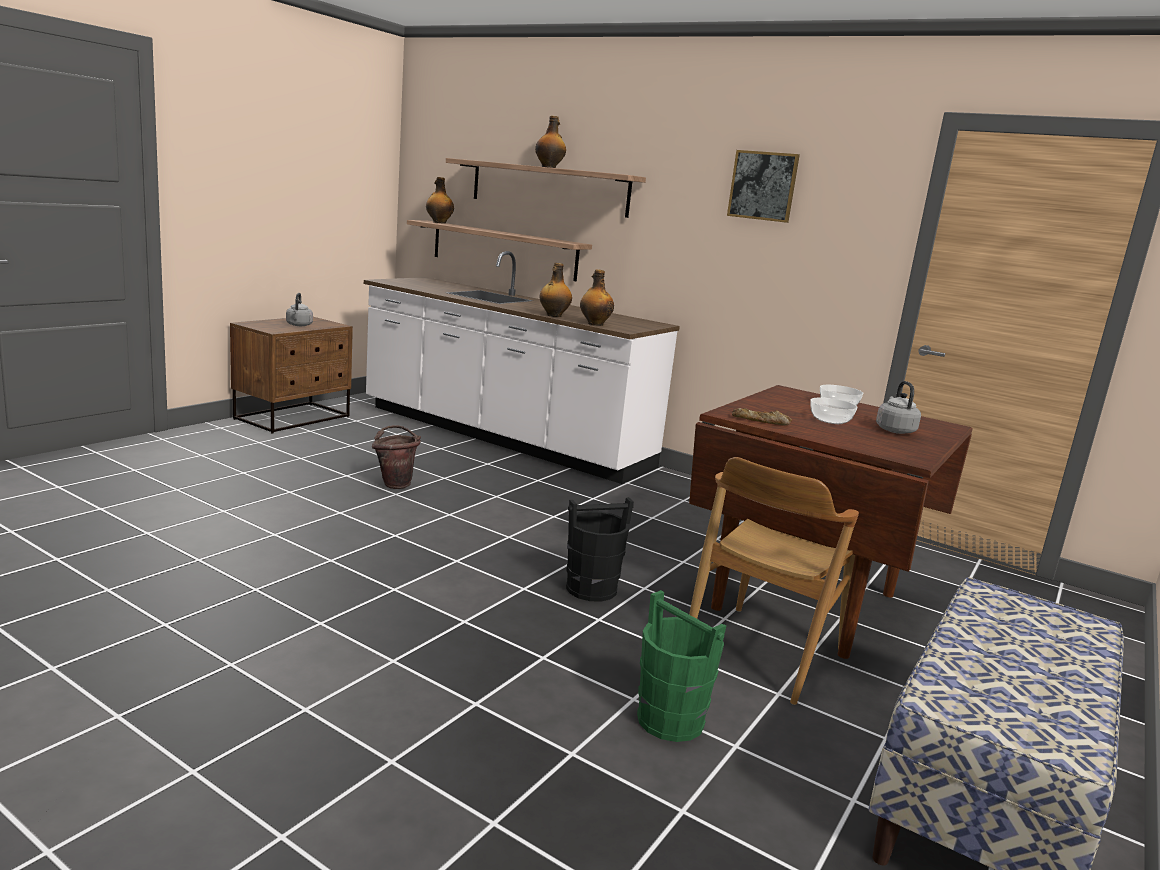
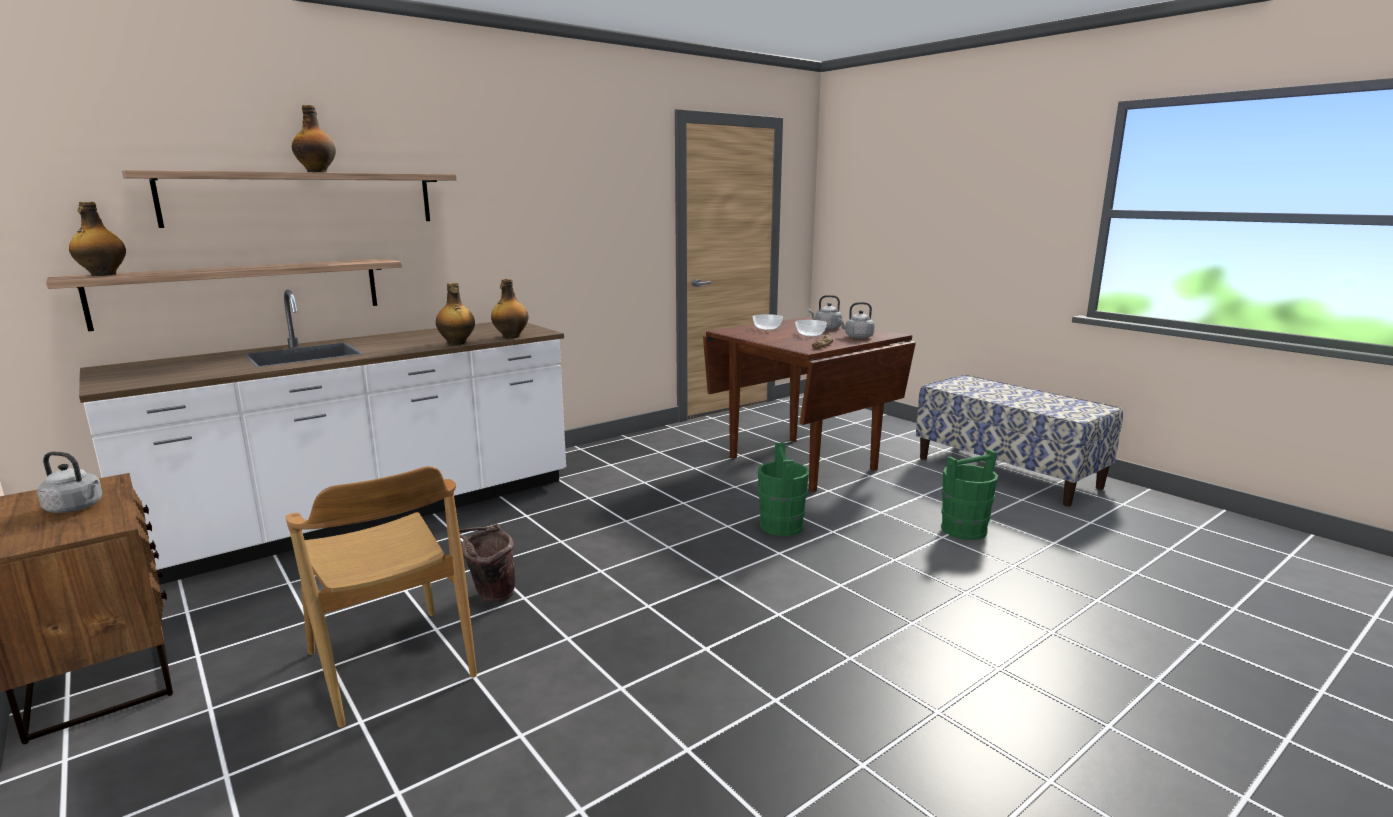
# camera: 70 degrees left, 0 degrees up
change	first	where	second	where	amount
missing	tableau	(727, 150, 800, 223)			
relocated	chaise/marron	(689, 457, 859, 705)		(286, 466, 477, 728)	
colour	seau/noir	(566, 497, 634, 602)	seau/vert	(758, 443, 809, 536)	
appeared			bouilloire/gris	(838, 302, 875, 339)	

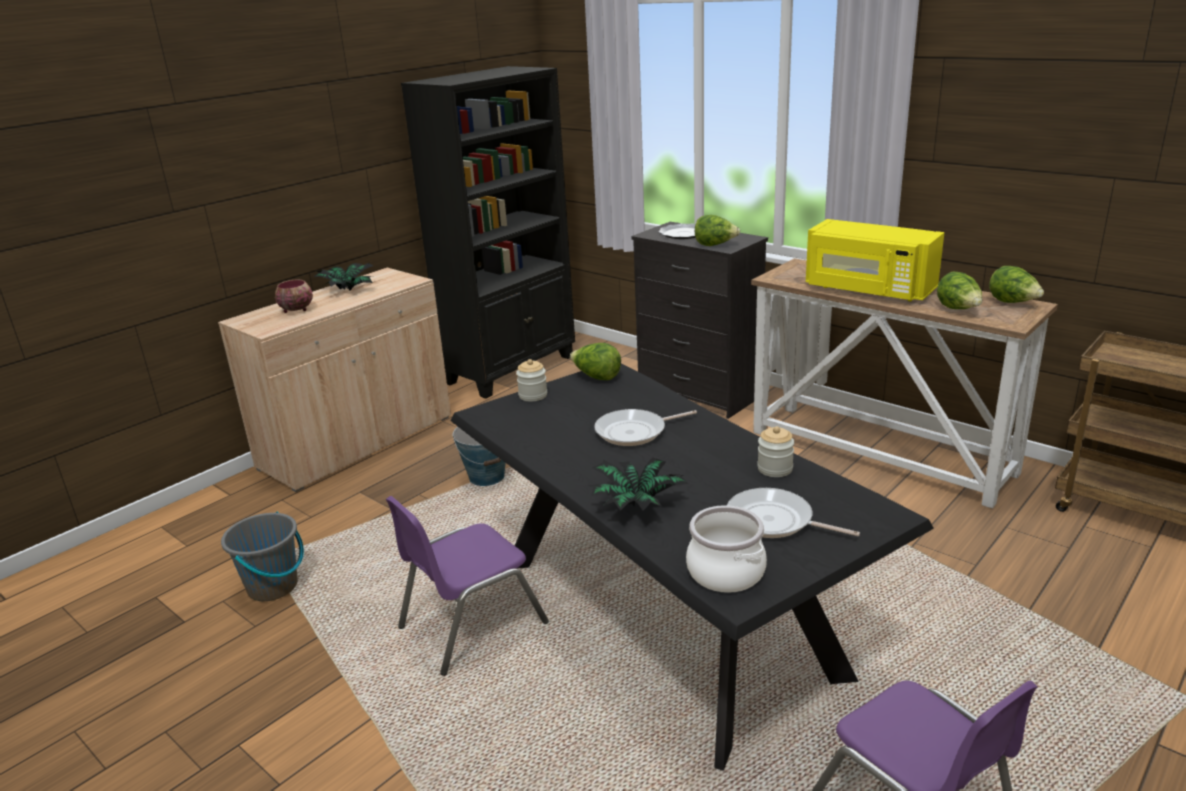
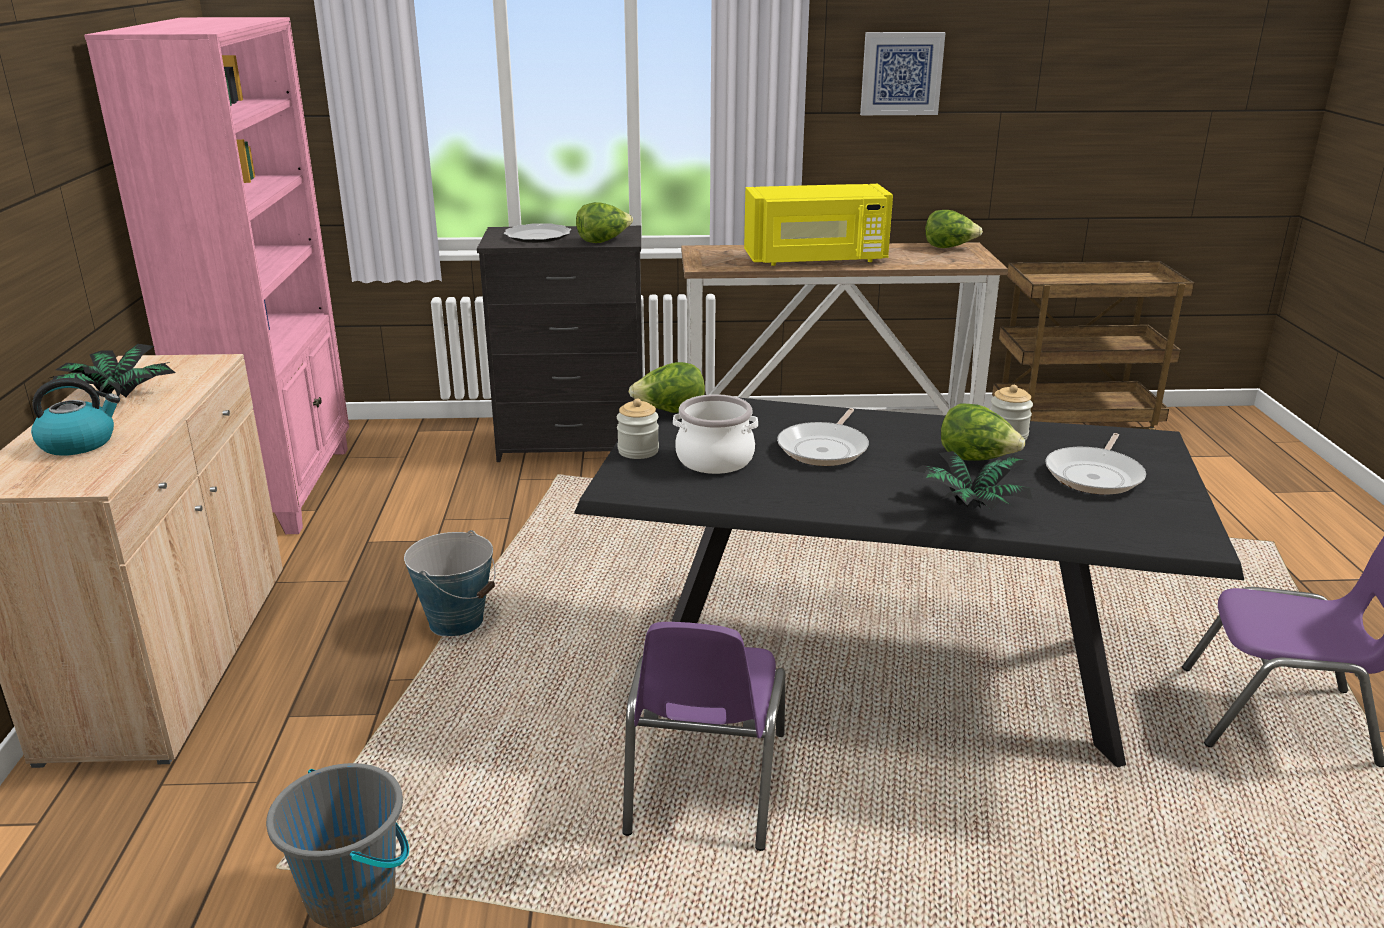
# camera: 45 degrees left, 0 degrees up
change	first	where	second	where	amount
colour	bibliothèque/noir	(401, 66, 575, 399)	bibliothèque/rose	(84, 17, 349, 534)	
relocated	laitue	(937, 272, 982, 309)		(941, 403, 1025, 461)	
exchanged	bol	(275, 280, 313, 313)	bouilloire	(31, 378, 120, 456)	
spun	poêle	(727, 488, 860, 538)		(1045, 433, 1146, 495)	45 degrees counterclockwise
relocated	marmite	(686, 505, 767, 593)		(673, 394, 758, 474)	
appeared			tableau	(860, 32, 946, 115)	

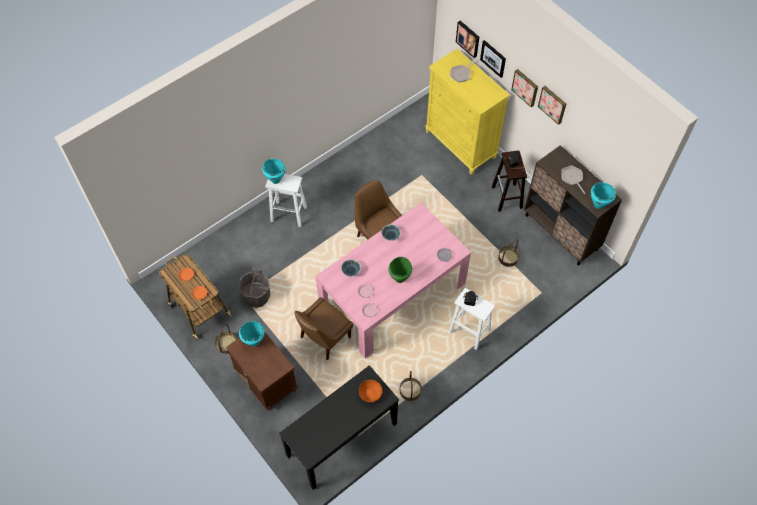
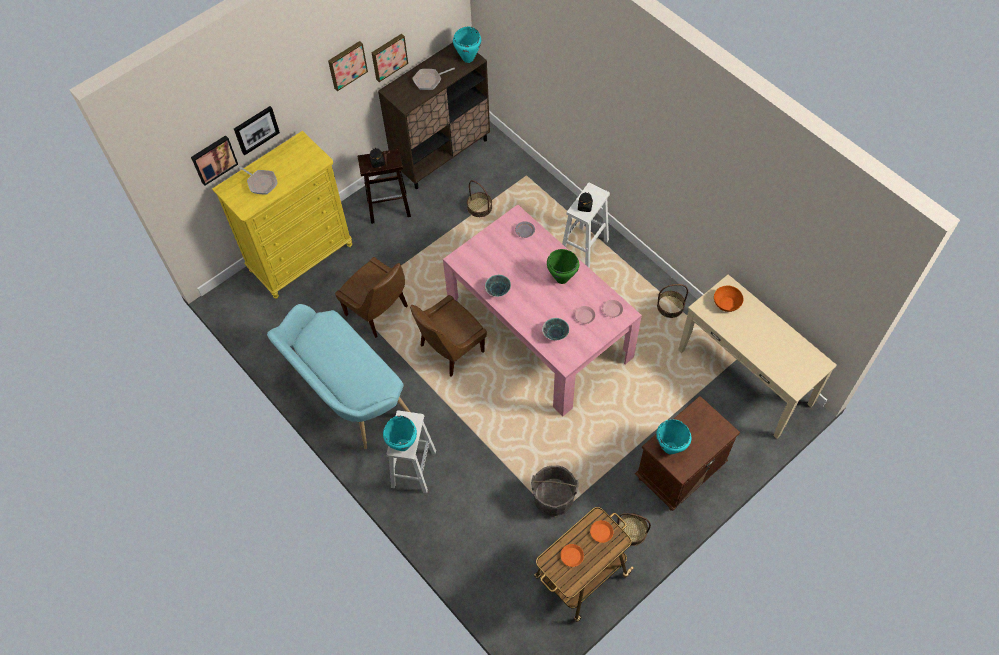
# camera: 90 degrees left, 0 degrees up
change	first	where	second	where	amount
relocated	tableau	(511, 69, 538, 107)		(371, 34, 408, 82)	
relocated	chaise/marron	(294, 297, 353, 360)		(335, 257, 408, 338)	
colour	table console/noir	(279, 365, 399, 490)	table console/beige	(678, 274, 837, 439)	
appeared			banc/turquoise	(267, 304, 410, 449)	

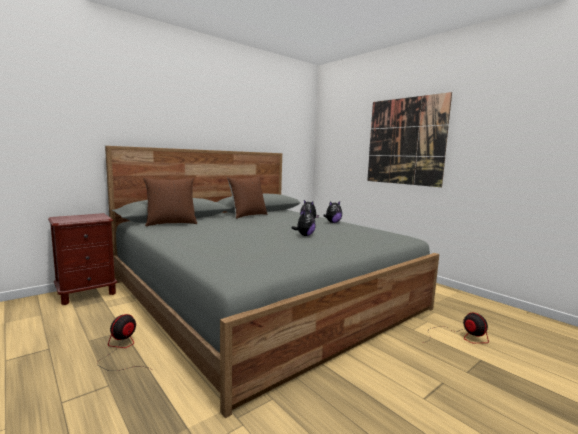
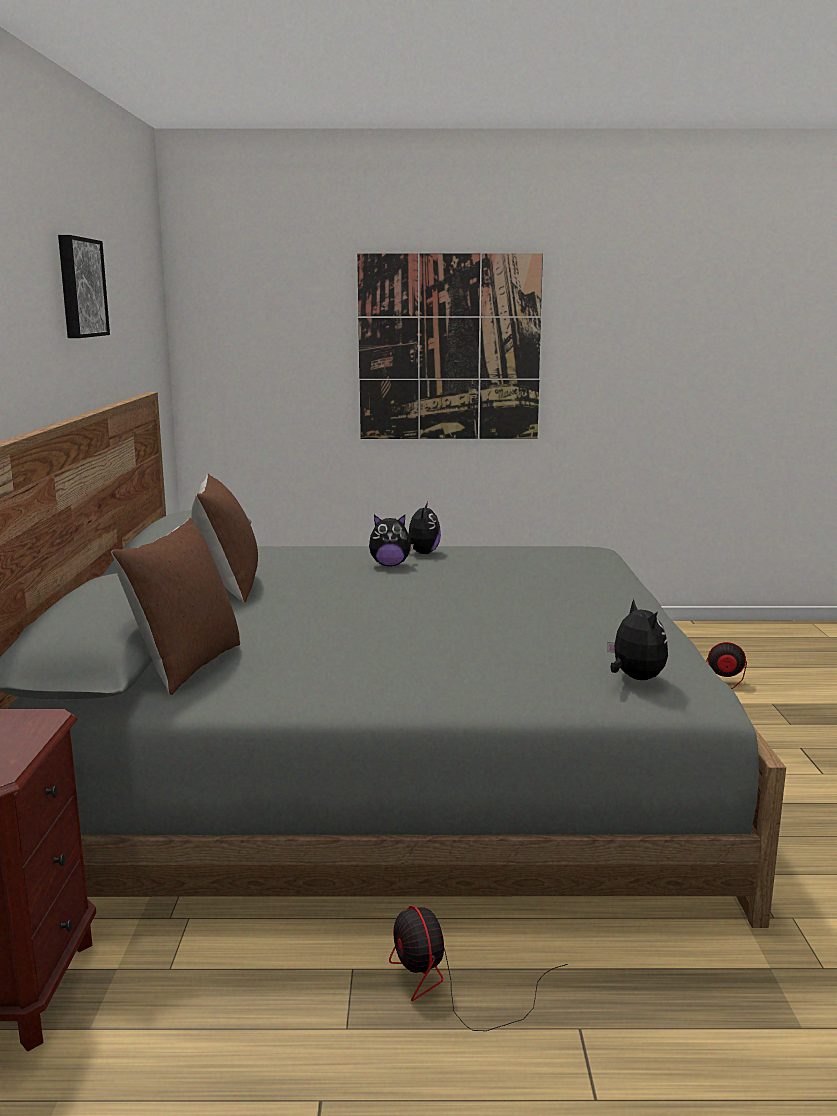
# camera: 50 degrees left, 5 degrees up
change	first	where	second	where	amount
relocated	peluche	(292, 210, 316, 236)		(607, 599, 668, 680)	
appeared			tableau	(58, 235, 110, 338)	

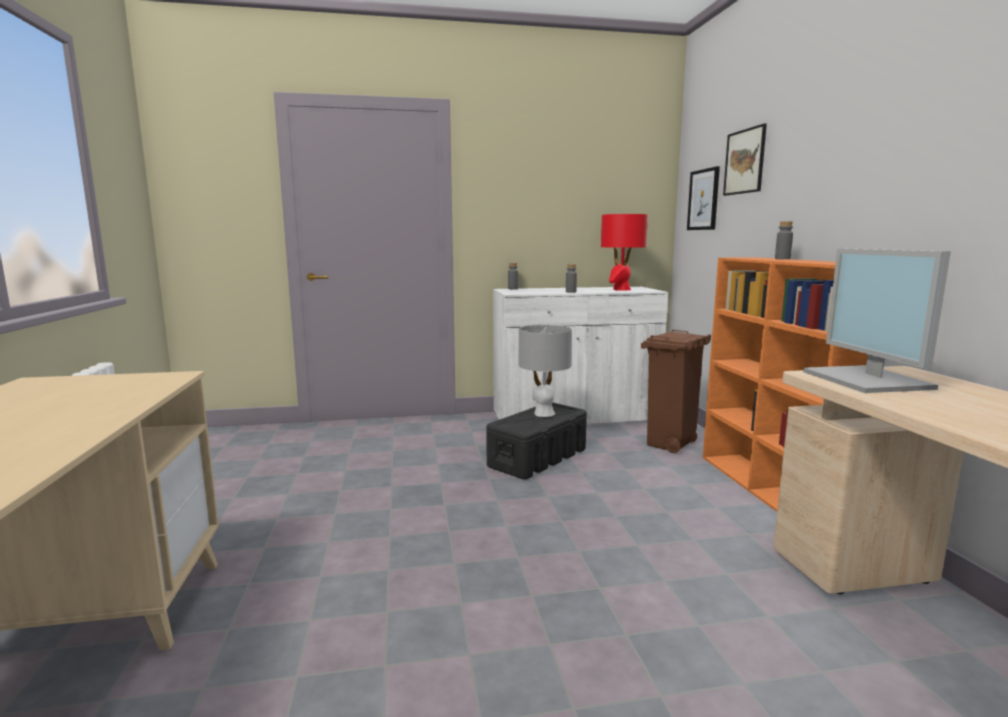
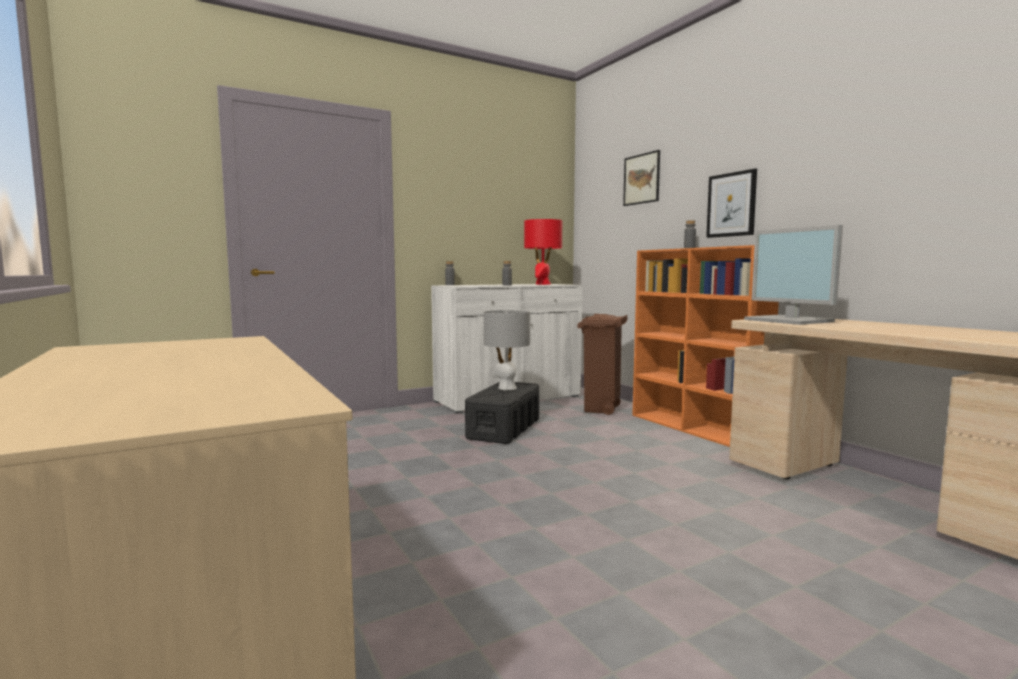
# camera: 20 degrees left, 5 degrees down
change	first	where	second	where	amount
relocated	tableau	(687, 166, 720, 230)		(706, 169, 757, 238)	

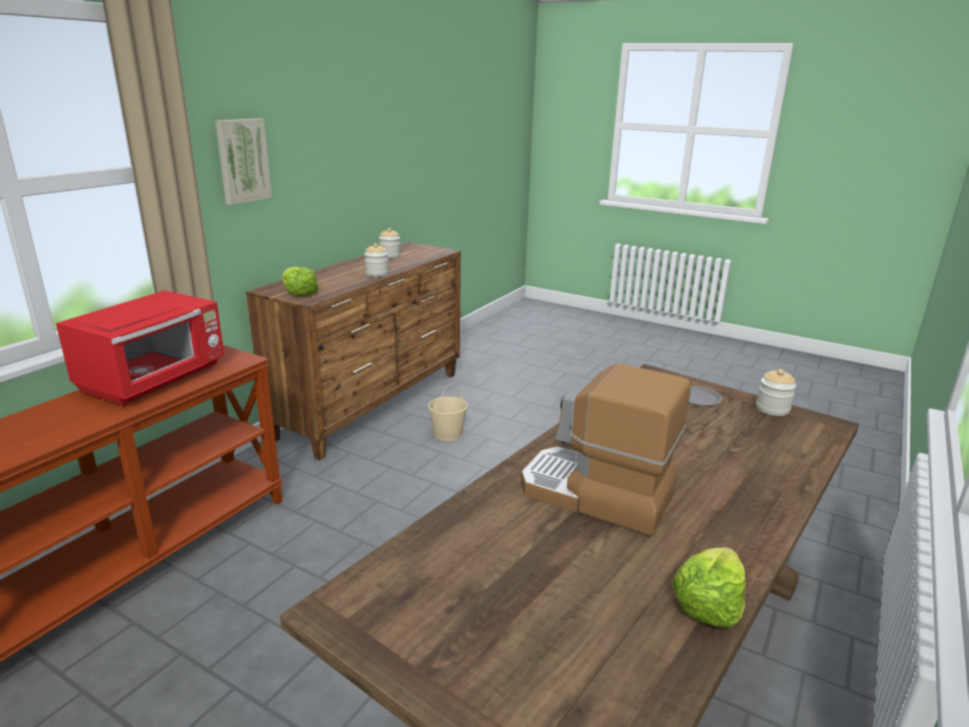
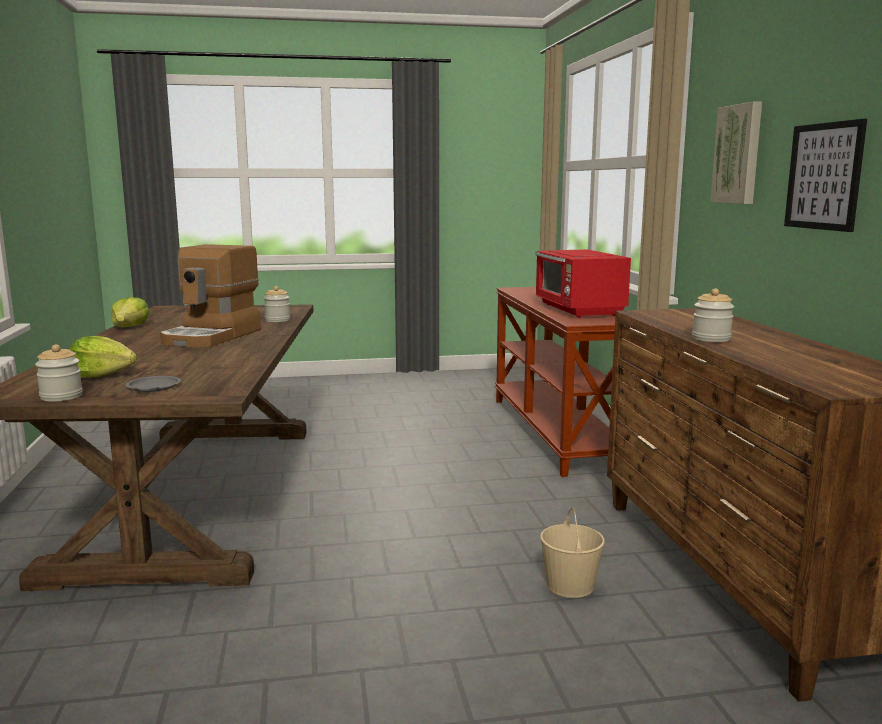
# camera: 140 degrees right, 10 degrees down
change	first	where	second	where	amount
relocated	bocal	(379, 228, 400, 259)		(264, 286, 290, 322)	
relocated	laitue	(282, 267, 319, 297)		(69, 336, 137, 378)	
spun	machine à café	(521, 363, 691, 536)		(160, 244, 261, 348)	120 degrees clockwise
appeared			tableau	(784, 119, 867, 232)	

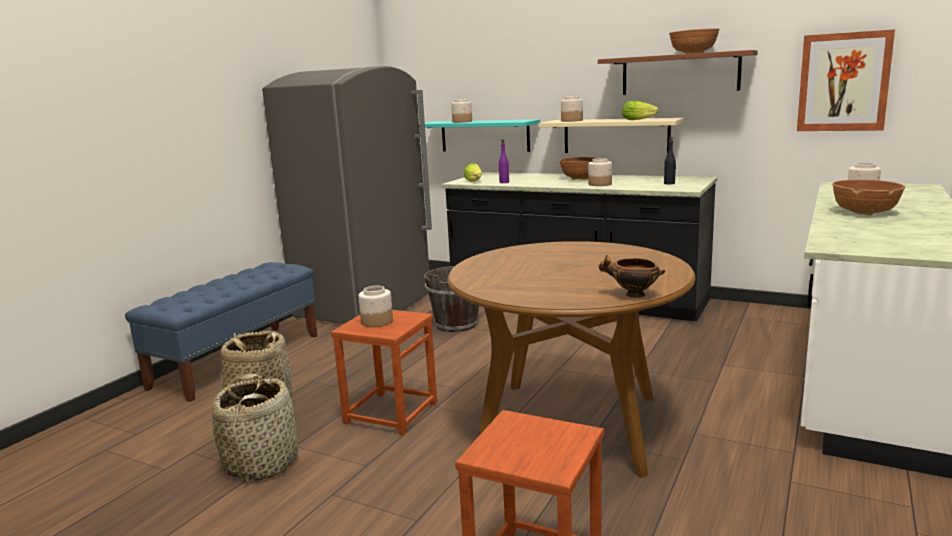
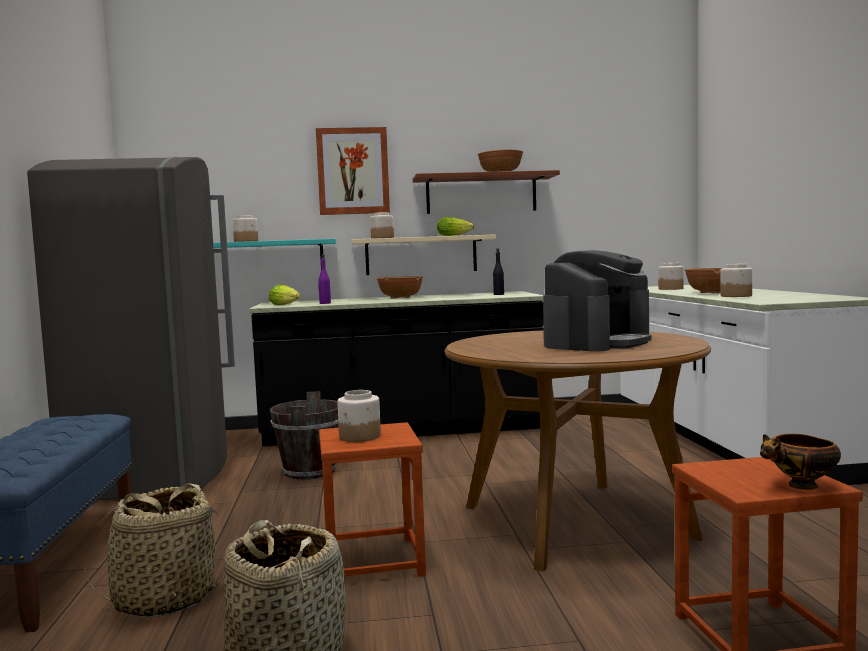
# camera: 35 degrees left, 10 degrees down
change	first	where	second	where	amount
relocated	tableau	(797, 29, 895, 131)		(316, 127, 390, 215)	
relocated	bocal	(588, 158, 612, 186)		(720, 264, 752, 297)	
relocated	bol	(598, 255, 665, 298)		(760, 434, 841, 490)	
appeared			machine à café	(543, 250, 652, 352)	

